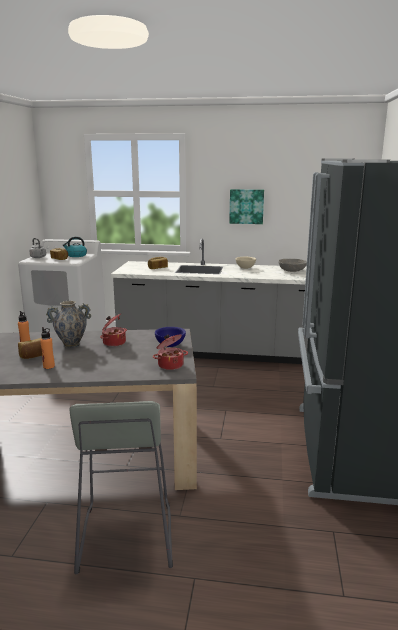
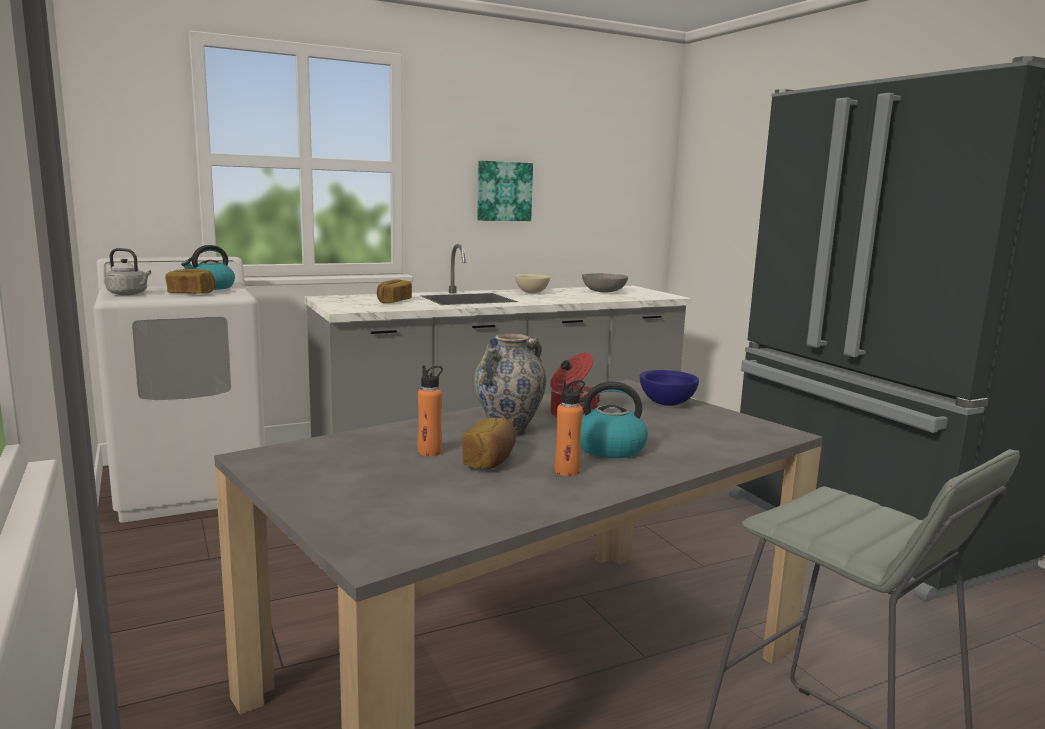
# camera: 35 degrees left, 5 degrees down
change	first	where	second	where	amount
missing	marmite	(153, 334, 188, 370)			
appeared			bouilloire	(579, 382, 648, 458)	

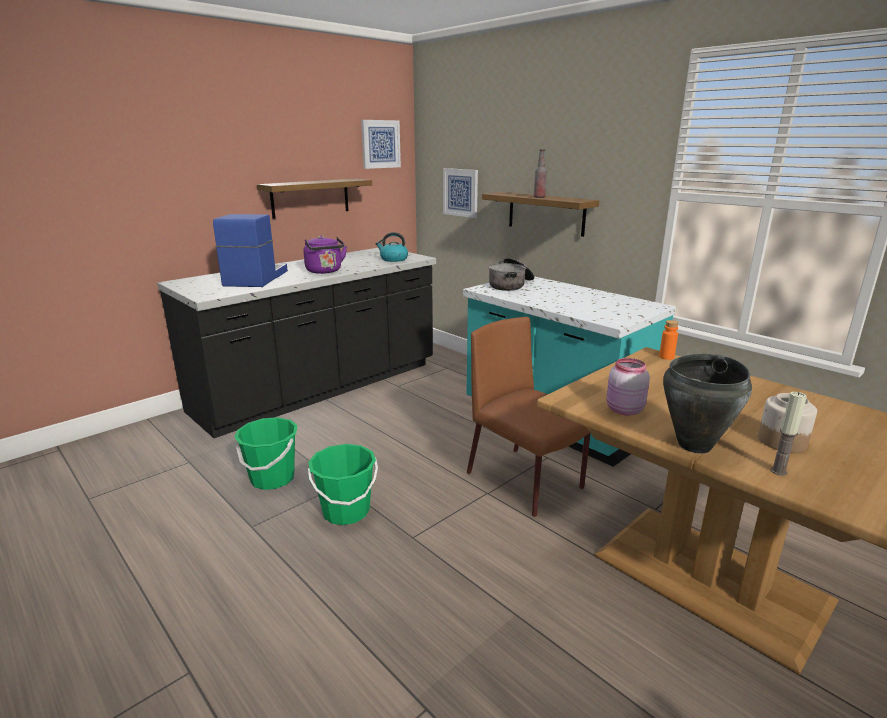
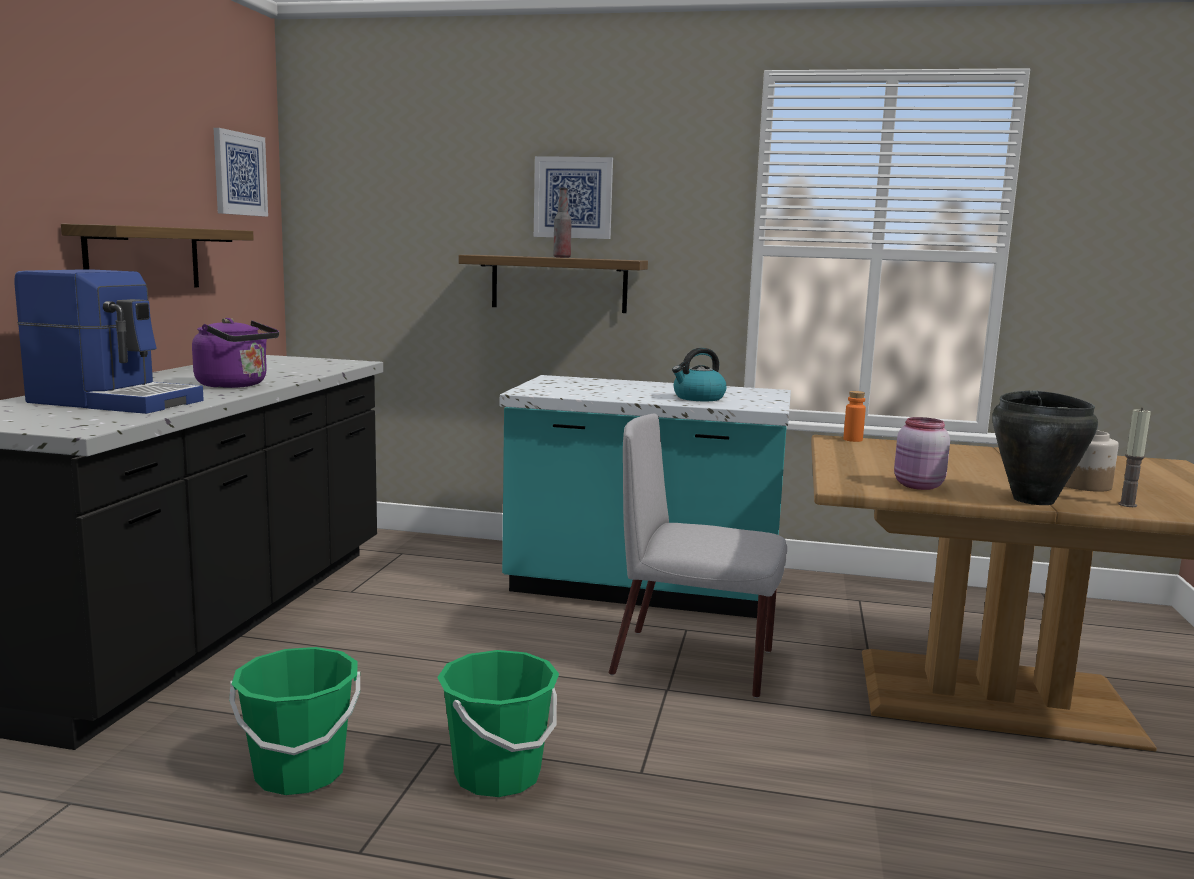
# camera: 35 degrees left, 10 degrees down
change	first	where	second	where	amount
relocated	tableau	(443, 168, 478, 218)		(534, 156, 613, 239)	
spun	machine à café	(213, 214, 288, 287)		(14, 269, 204, 414)	135 degrees clockwise
relocated	bouilloire	(376, 232, 408, 262)		(672, 348, 727, 401)	
missing	marmite	(488, 258, 535, 291)			
colour	chaise/marron	(467, 317, 591, 517)	chaise/gris	(609, 414, 787, 698)	

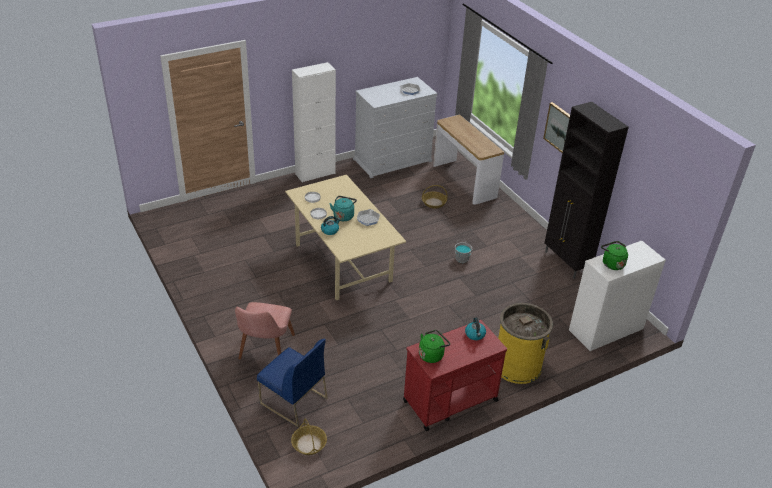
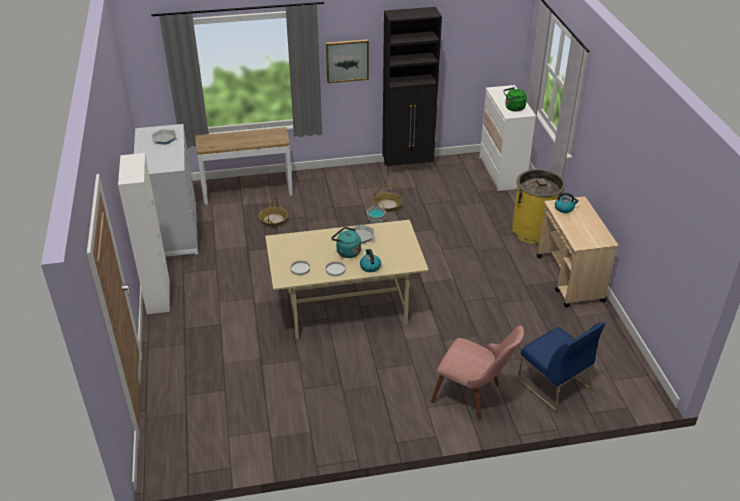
# camera: 70 degrees left, 0 degrees up
change	first	where	second	where	amount
colour	chariot/rouge	(403, 320, 507, 431)	chariot/beige	(536, 197, 618, 308)	
missing	bouilloire/vert	(419, 330, 450, 363)			
spun	chaise/bleu	(257, 339, 328, 427)		(517, 322, 606, 413)	90 degrees clockwise
relocated	panier	(291, 419, 327, 455)		(374, 185, 402, 211)	

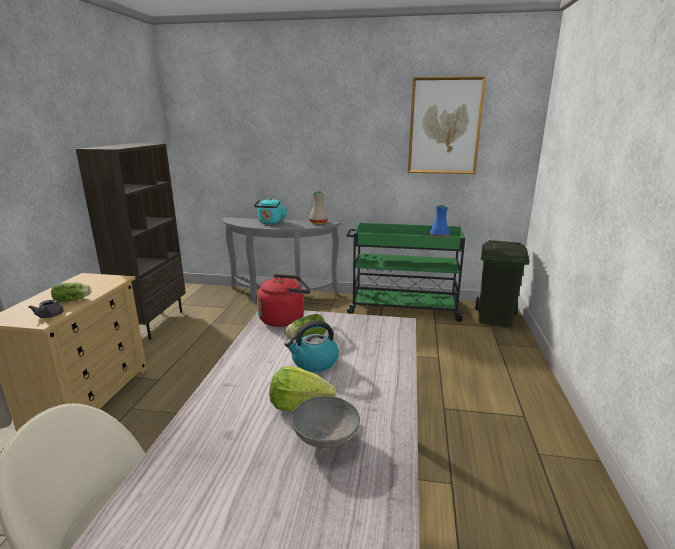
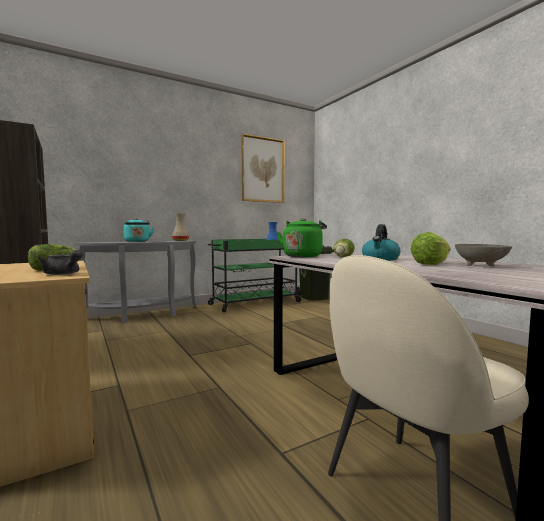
# camera: 40 degrees left, 15 degrees down
change	first	where	second	where	amount
colour	bouilloire/rouge	(257, 274, 311, 327)	bouilloire/vert	(277, 218, 327, 257)	

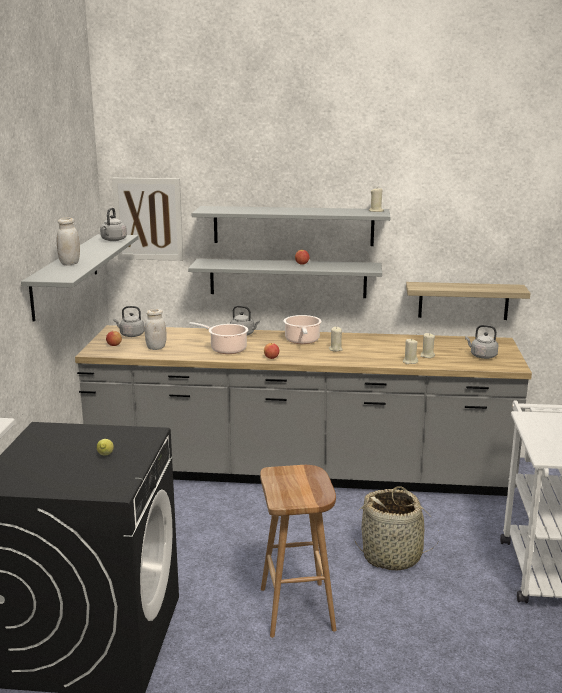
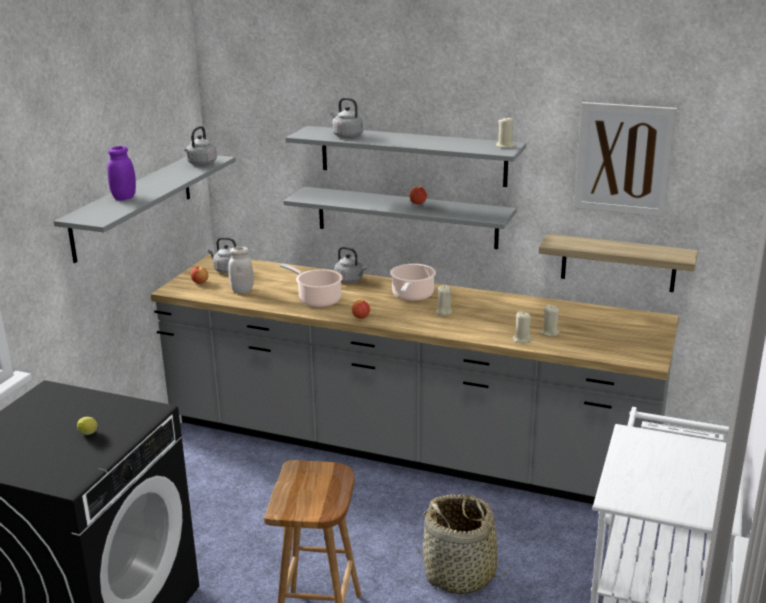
# camera: 15 degrees right, 5 degrees up
change	first	where	second	where	amount
relocated	tableau	(112, 178, 183, 261)		(574, 102, 677, 217)	
colour	bocal/blanc	(57, 217, 80, 266)	bocal/violet	(107, 146, 136, 201)	
relocated	bouilloire/gris	(465, 325, 498, 359)		(331, 98, 363, 138)	

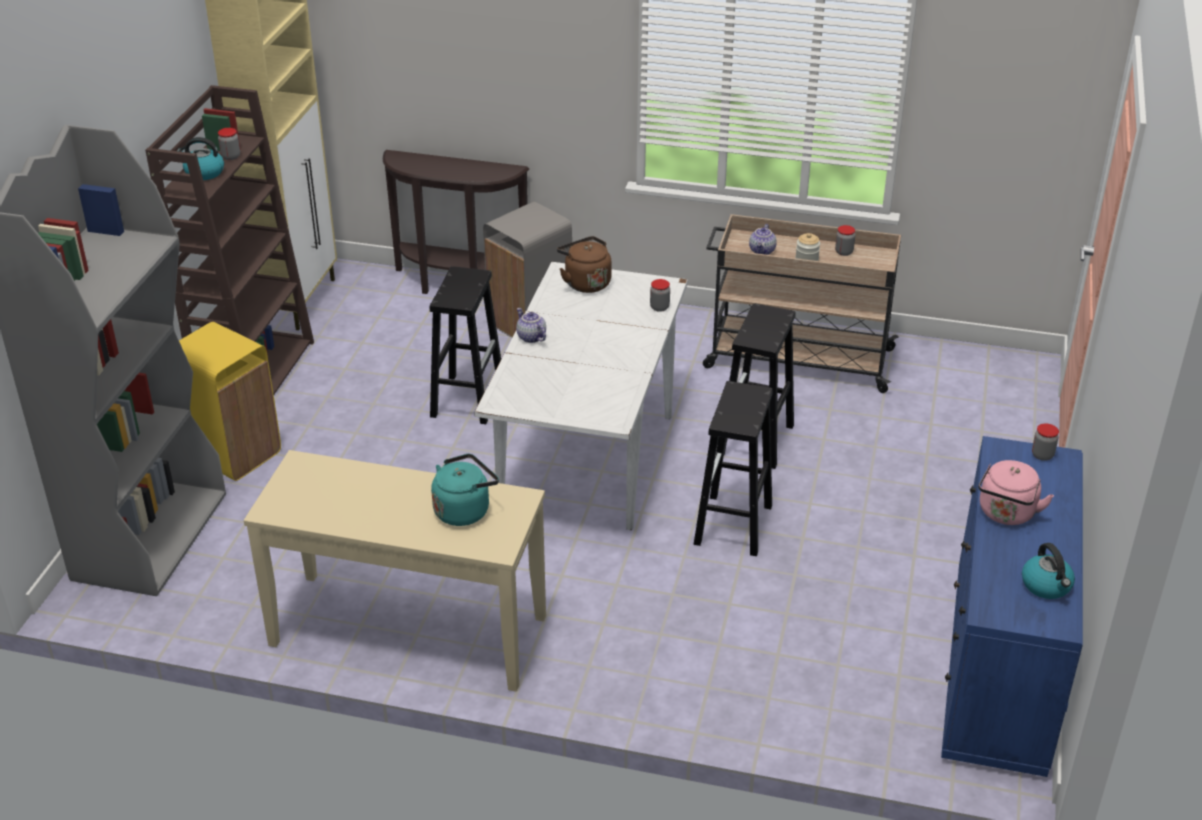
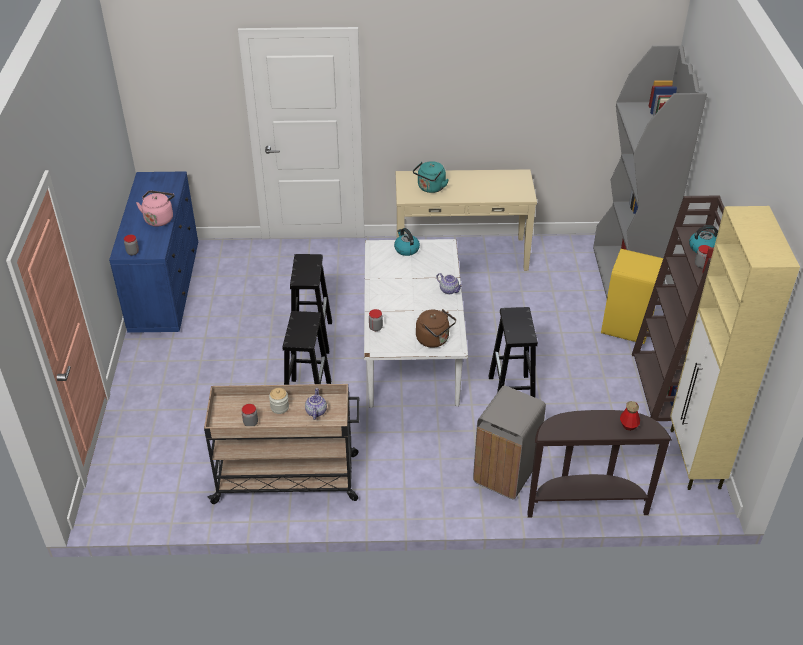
# camera: 165 degrees right, 5 degrees up
change	first	where	second	where	amount
relocated	bouilloire	(1022, 543, 1075, 599)		(394, 228, 420, 256)	
appeared			bouteille	(620, 401, 640, 431)	

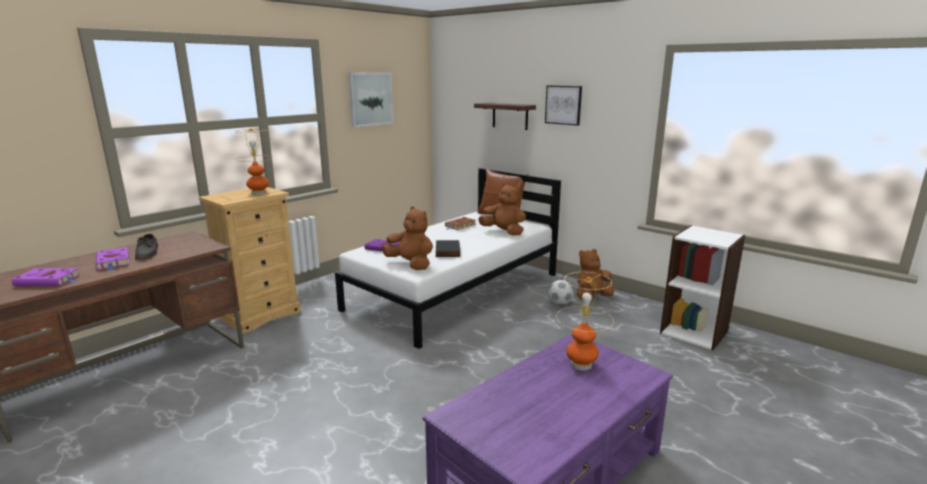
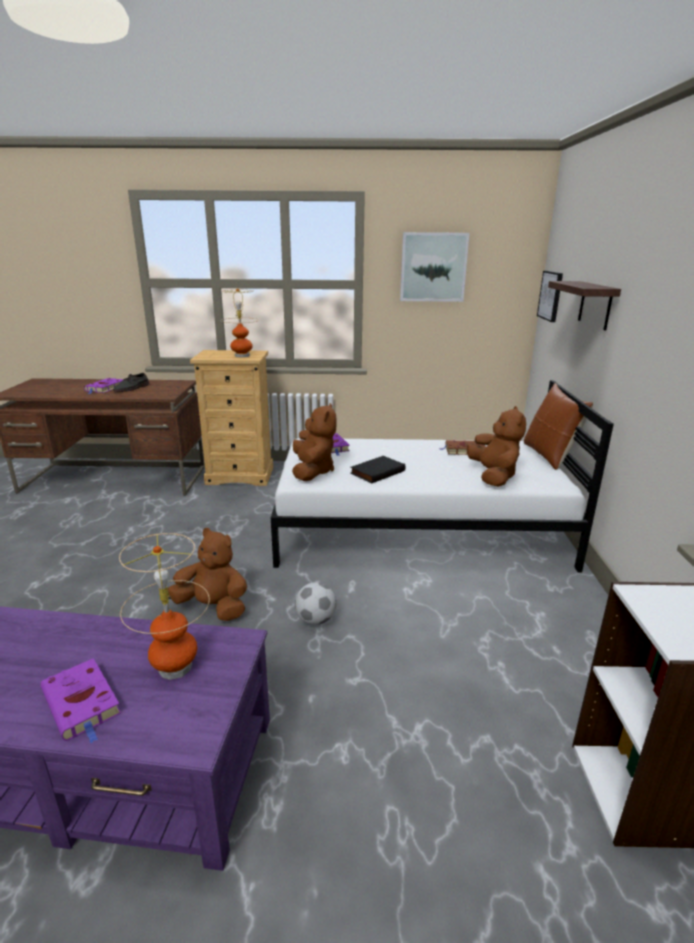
# camera: 50 degrees right, 5 degrees up
change	first	where	second	where	amount
relocated	tableau	(545, 86, 582, 126)		(537, 271, 563, 322)	
relocated	peluche/marron	(577, 249, 614, 300)		(168, 528, 247, 621)	
relocated	livre/violet	(12, 268, 80, 286)		(41, 658, 121, 743)	
relocated	ballon de foot	(548, 280, 574, 305)		(295, 582, 336, 625)	

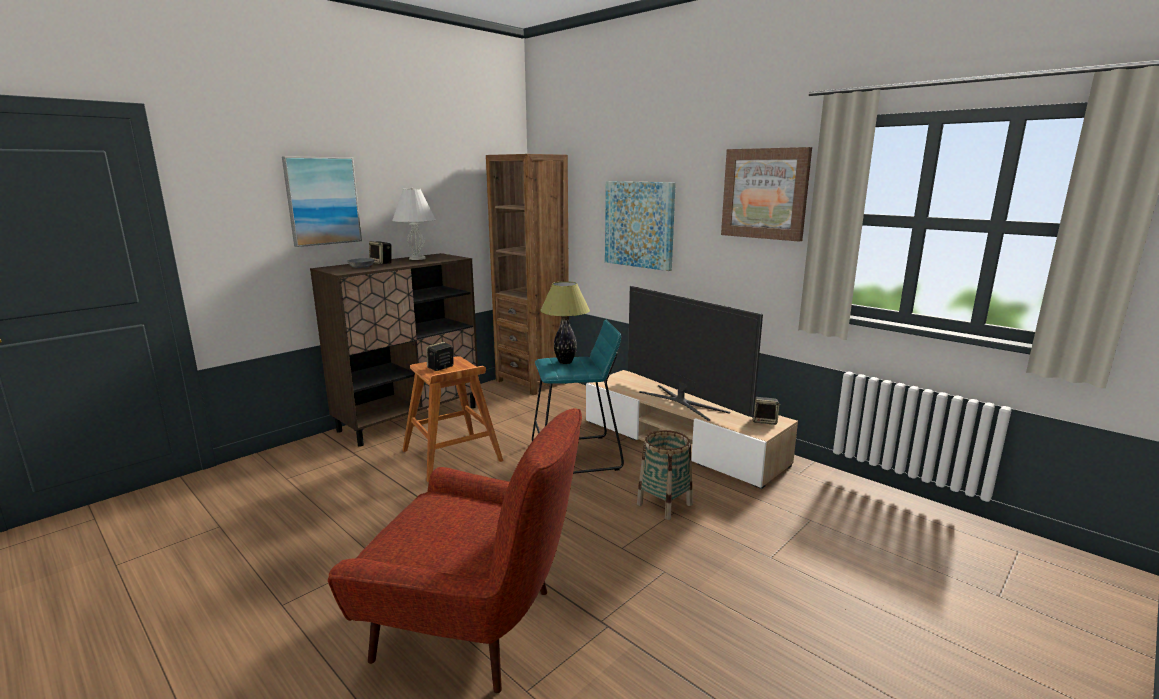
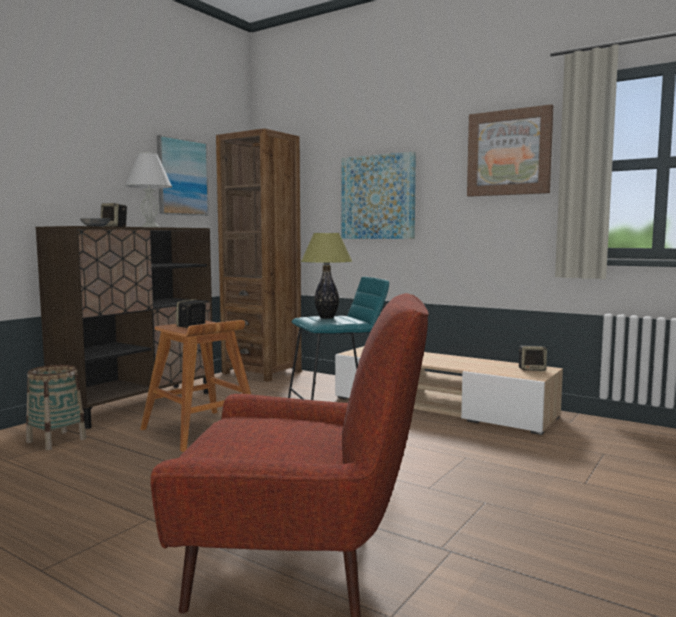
# camera: 10 degrees left, 10 degrees down
change	first	where	second	where	amount
relocated	tableau	(282, 156, 362, 247)		(157, 135, 209, 216)	
missing	téléviseur	(628, 286, 763, 421)			
relocated	panier	(637, 430, 692, 520)		(26, 365, 86, 450)	

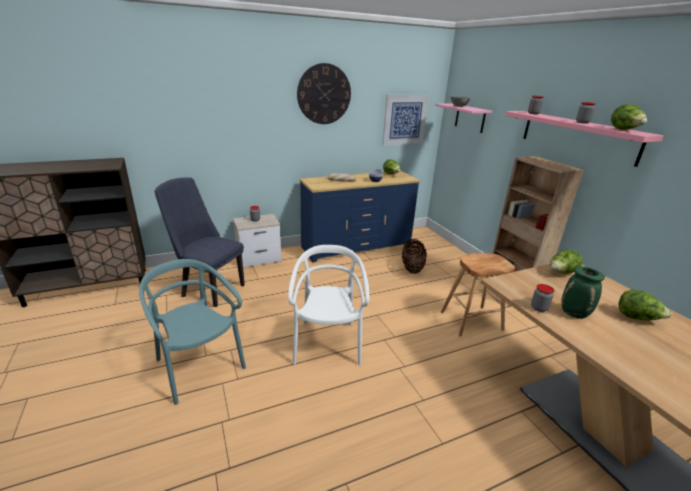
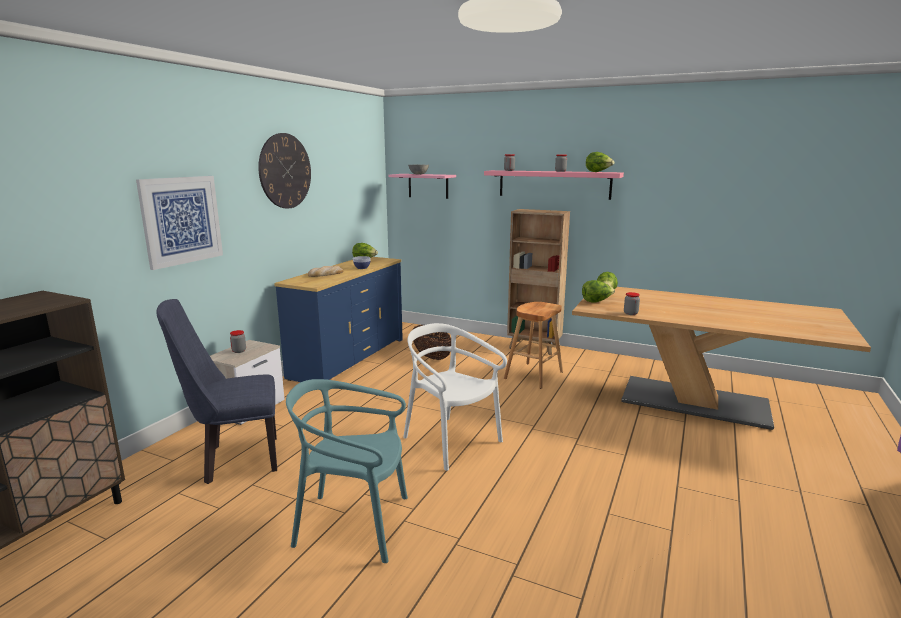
# camera: 40 degrees left, 10 degrees down
change	first	where	second	where	amount
relocated	tableau	(382, 95, 429, 146)		(136, 176, 223, 270)	
missing	vase/vert	(562, 266, 605, 319)			
relocated	laitue	(618, 290, 672, 320)		(582, 280, 615, 303)	

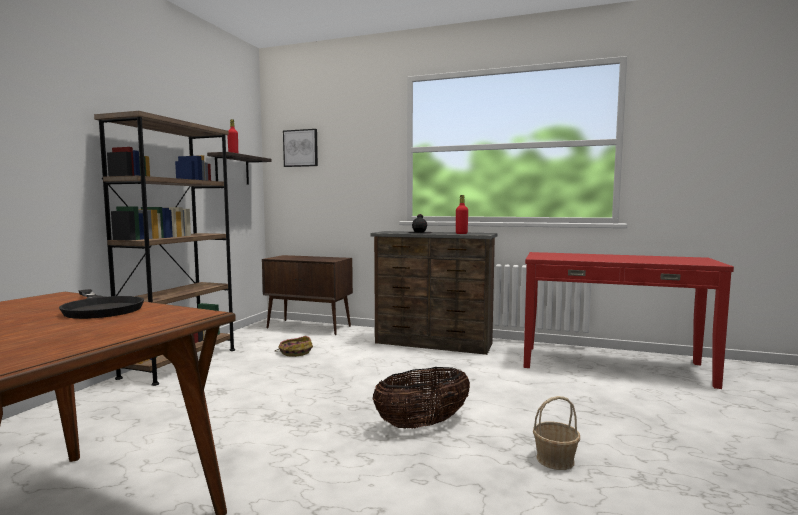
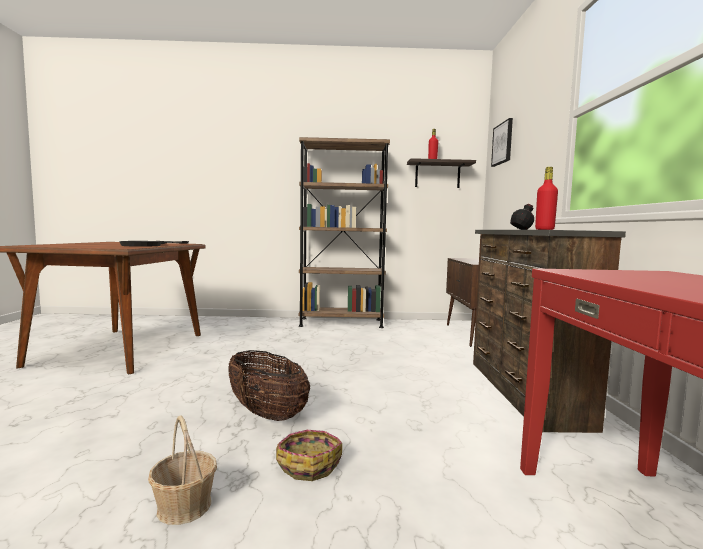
# camera: 70 degrees right, 0 degrees up
change	first	where	second	where	amount
relocated	panier	(275, 336, 313, 357)		(276, 430, 342, 481)	

